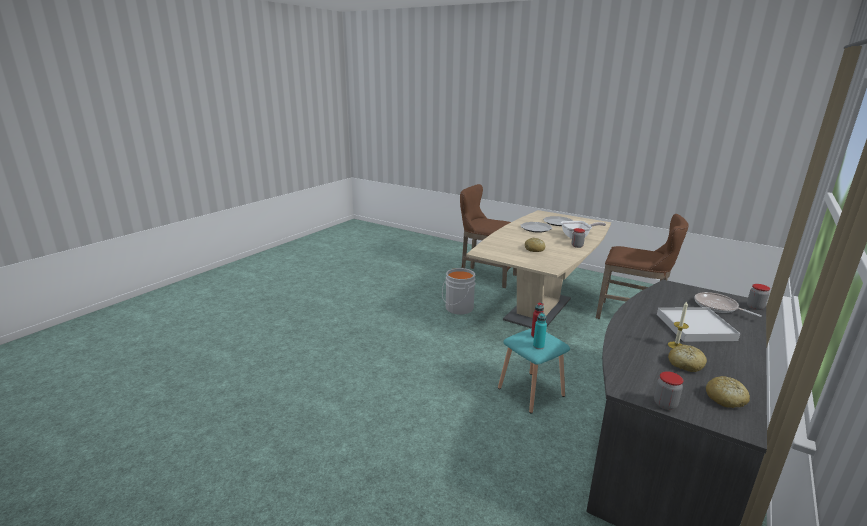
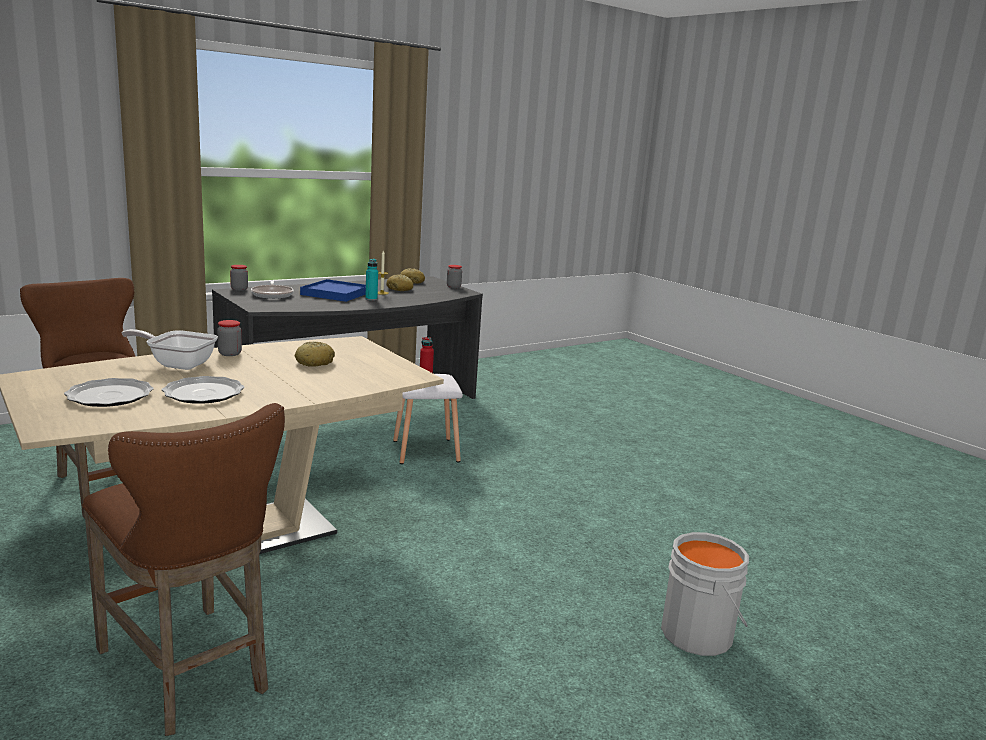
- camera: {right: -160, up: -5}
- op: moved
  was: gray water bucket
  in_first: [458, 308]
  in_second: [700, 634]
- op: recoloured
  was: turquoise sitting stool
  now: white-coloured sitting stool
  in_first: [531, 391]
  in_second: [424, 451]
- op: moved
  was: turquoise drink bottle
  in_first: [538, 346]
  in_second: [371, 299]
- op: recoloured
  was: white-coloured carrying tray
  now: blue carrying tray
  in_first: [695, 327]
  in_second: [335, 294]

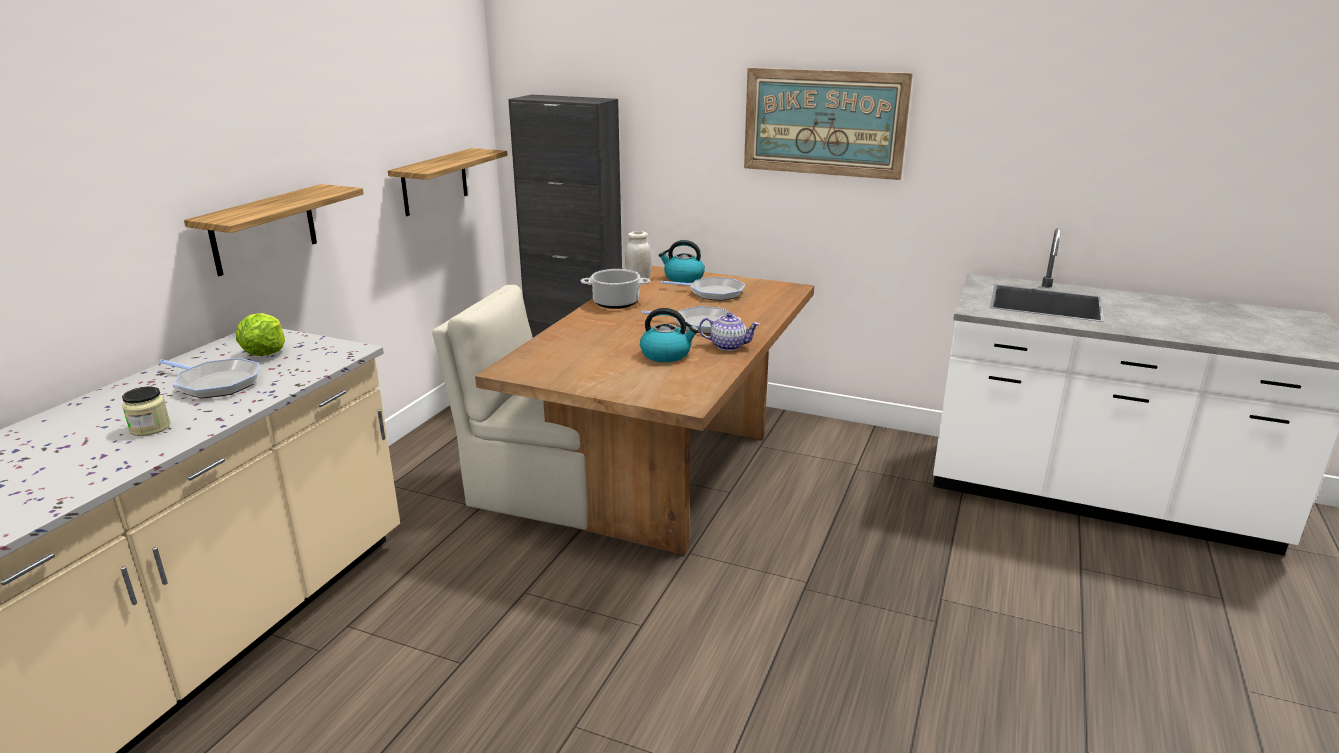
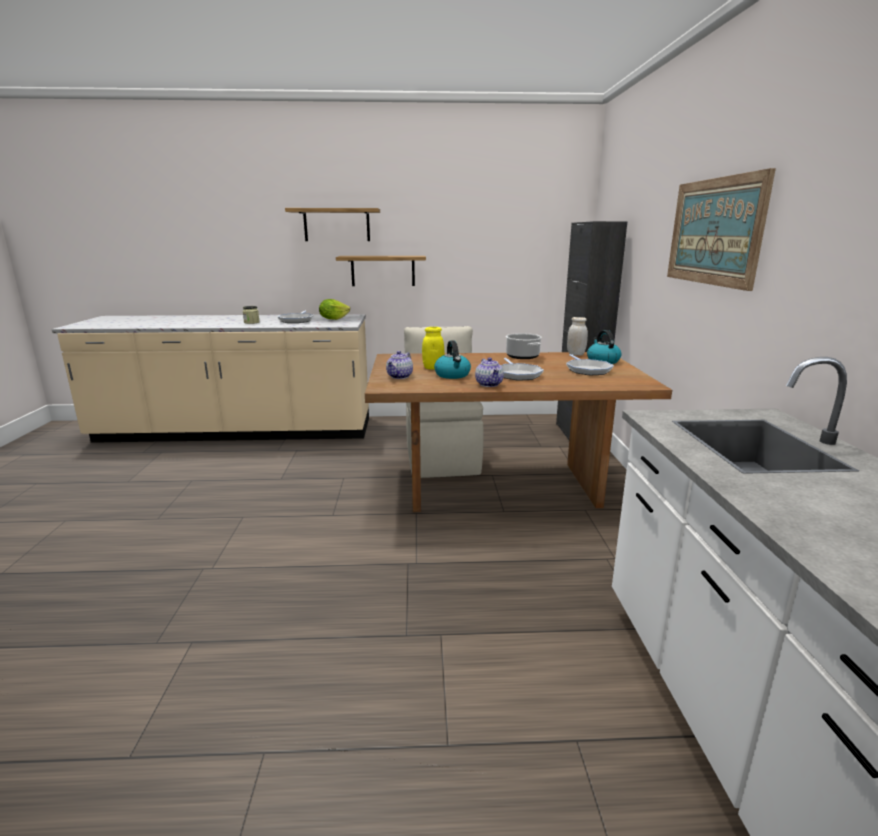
- camera: {right: 65, up: -5}
- op: moved
  was: bracket shelf
  in_first: [434, 182]
  in_second: [336, 225]
- op: added
  now: pot for tea
  in_second: [400, 376]
- op: added
  now: yellow jar
  in_second: [433, 368]

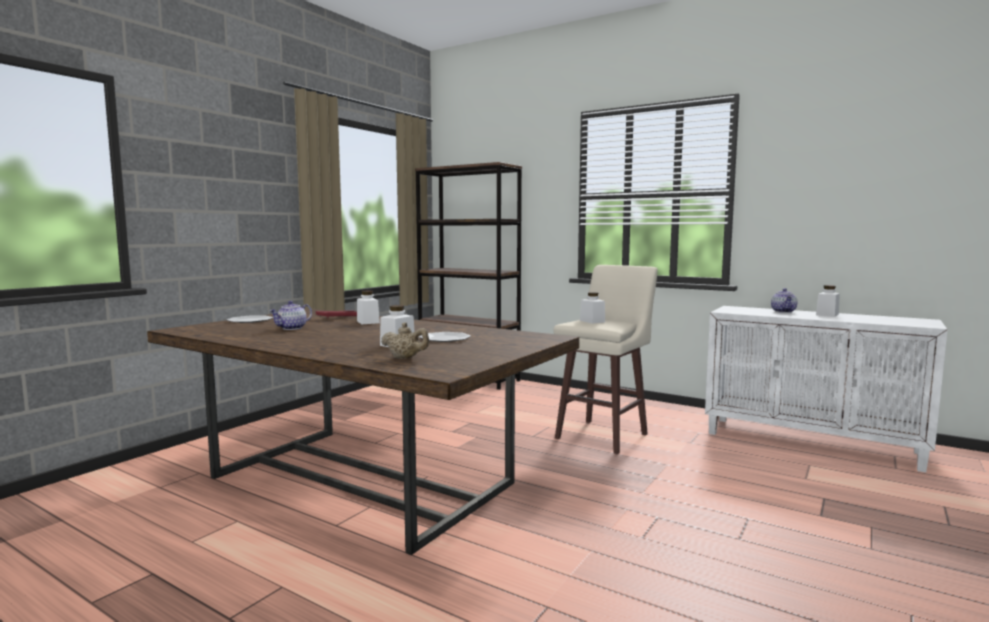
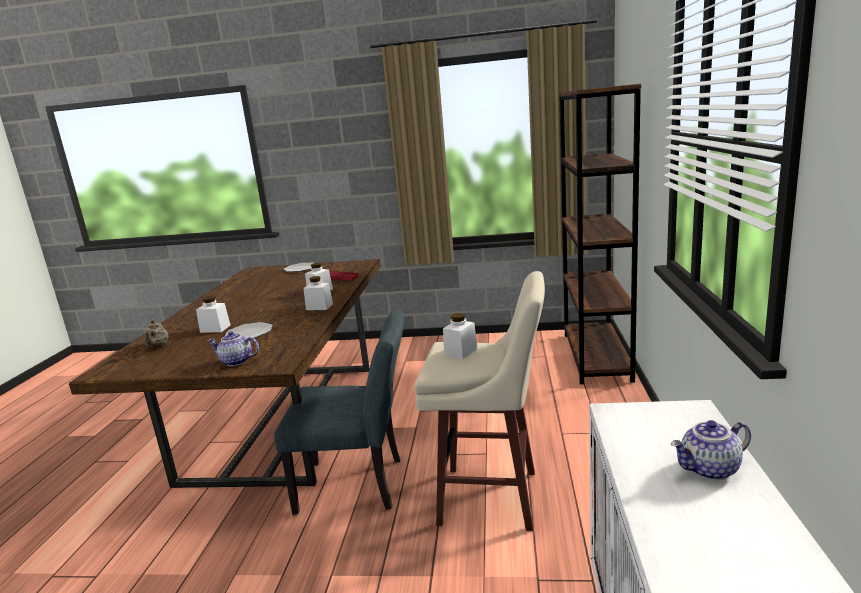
- camera: {right: 65, up: 10}
- op: moved
  was: pot for tea
  in_first: [292, 328]
  in_second: [236, 362]
- op: moved
  was: white-coloured jar
  in_first: [827, 315]
  in_second: [319, 307]
- op: added
  now: gray upright chair
  in_second: [359, 485]

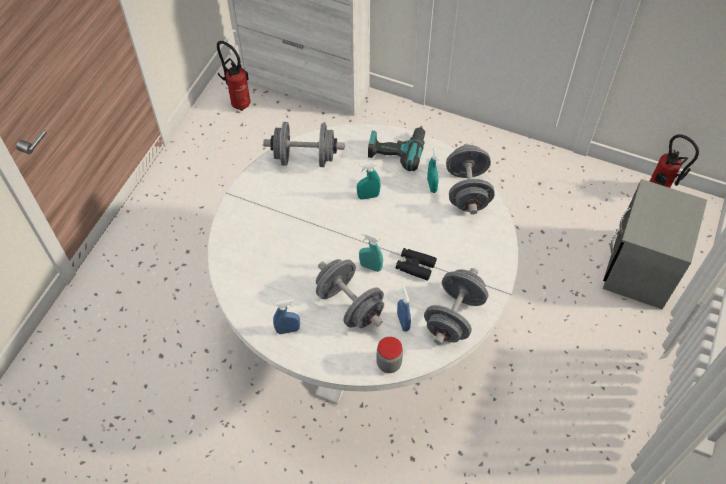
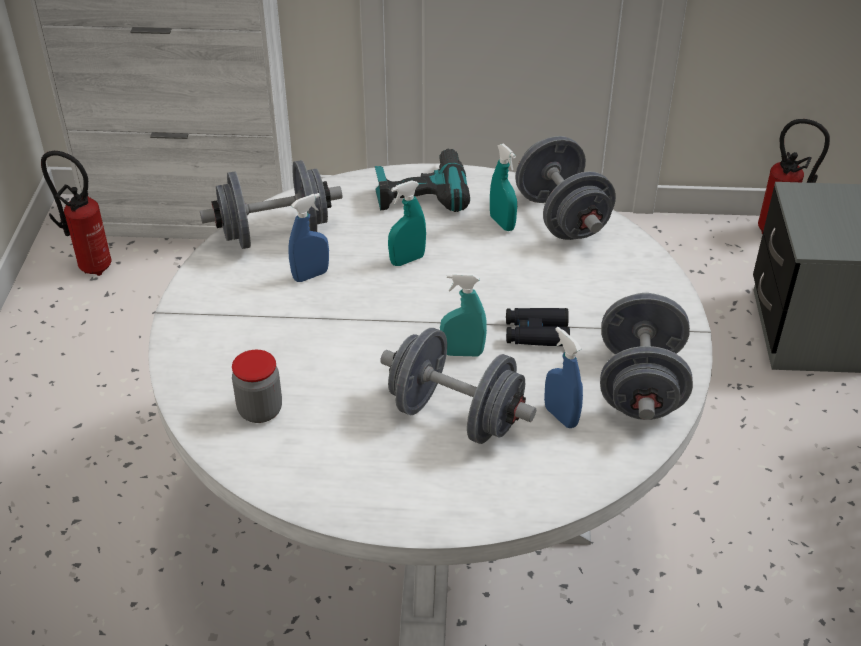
- camera: {right: -20, up: -15}
- op: moved
  was: blue sprayer
  in_first: [288, 330]
  in_second: [311, 275]
- op: moved
  was: jar
  in_first: [389, 363]
  in_second: [260, 410]

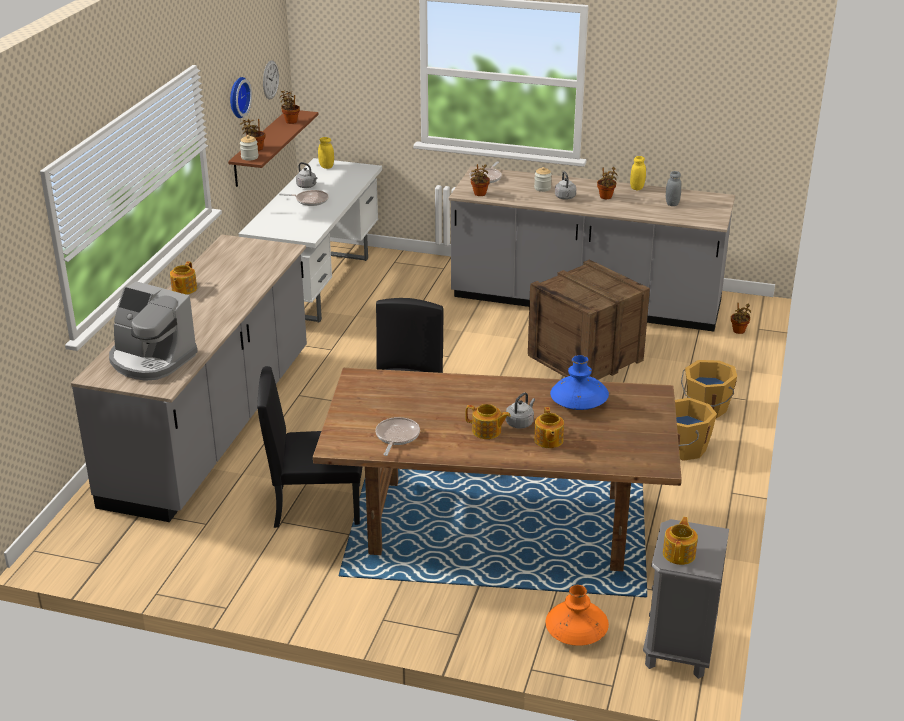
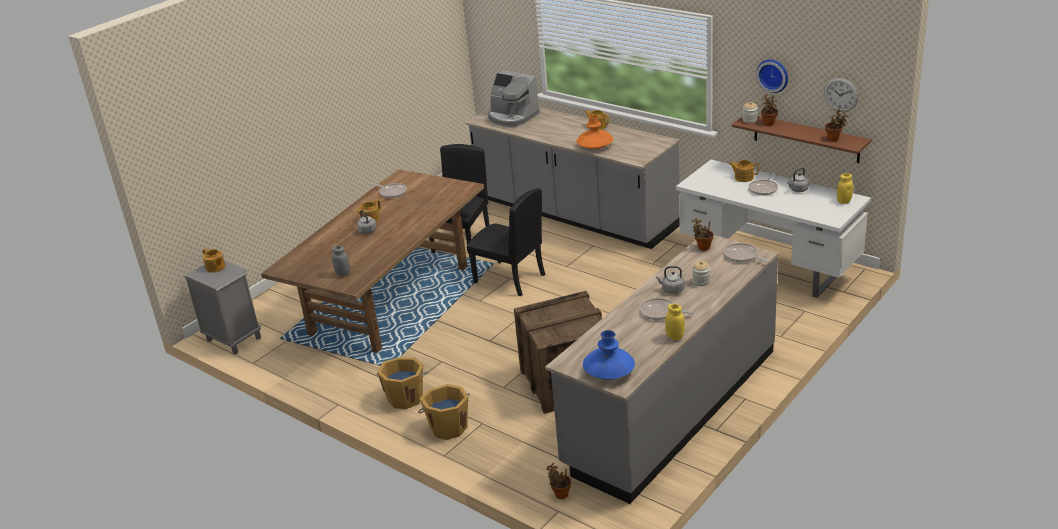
- camera: {right: 115, up: 0}
- op: turned
  was: coffee maker
  in_first: [151, 360]
  in_second: [512, 117]
  clockwise: -105
- op: moved
  was: pot for tea
  in_first: [548, 440]
  in_second: [743, 177]
- op: moved
  was: orange vase
  in_first: [576, 632]
  in_second: [595, 146]
- op: moved
  was: blue vase
  in_first: [578, 403]
  in_second: [609, 372]
- op: replaced
  was: potted plant
  now: frying pan
  in_first: [606, 197]
  in_second: [660, 312]
- op: moved
  was: gray jar
  in_first: [672, 204]
  in_second: [343, 274]

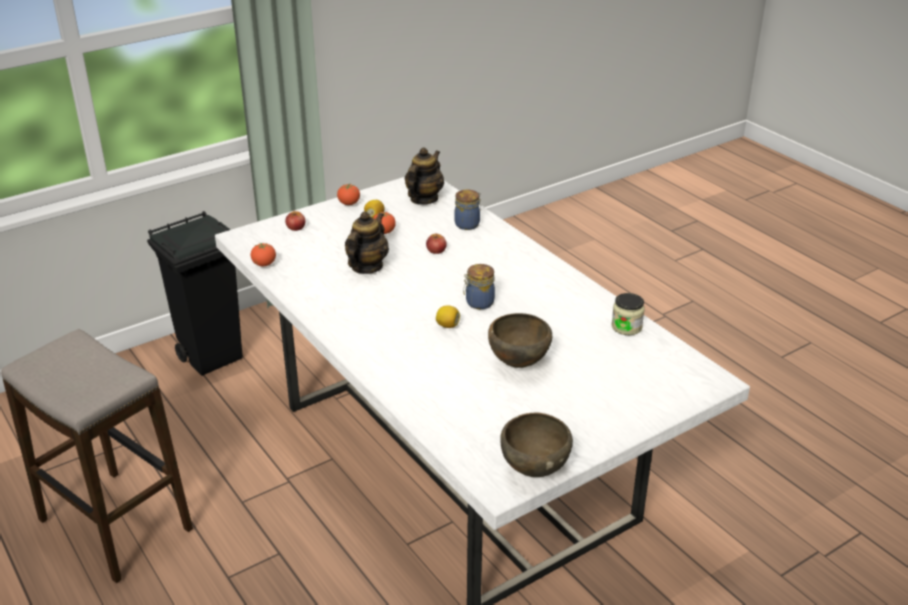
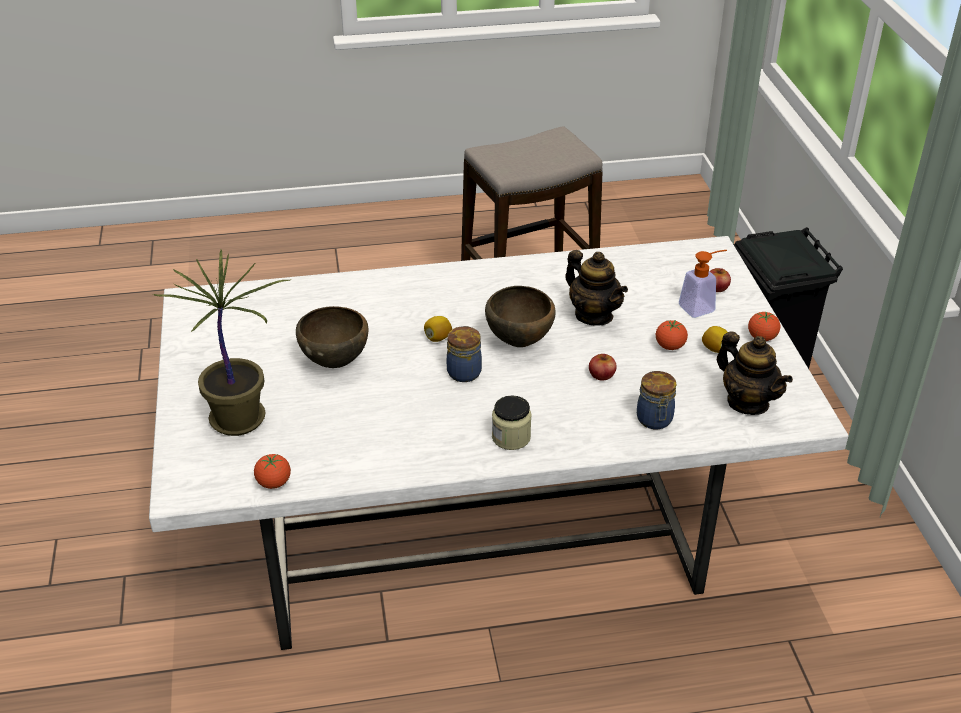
- camera: {right: 115, up: 5}
- op: moved
  was: whole tomato
  in_first: [264, 264]
  in_second: [274, 483]
- op: moved
  was: brown-coloured serving bowl
  in_first: [534, 470]
  in_second: [520, 342]
- op: moved
  was: jar
  in_first: [626, 327]
  in_second: [511, 437]
- op: added
  now: potted plant
  in_second: [240, 420]
- op: added
  now: liquid soap bottle
  in_second: [701, 307]

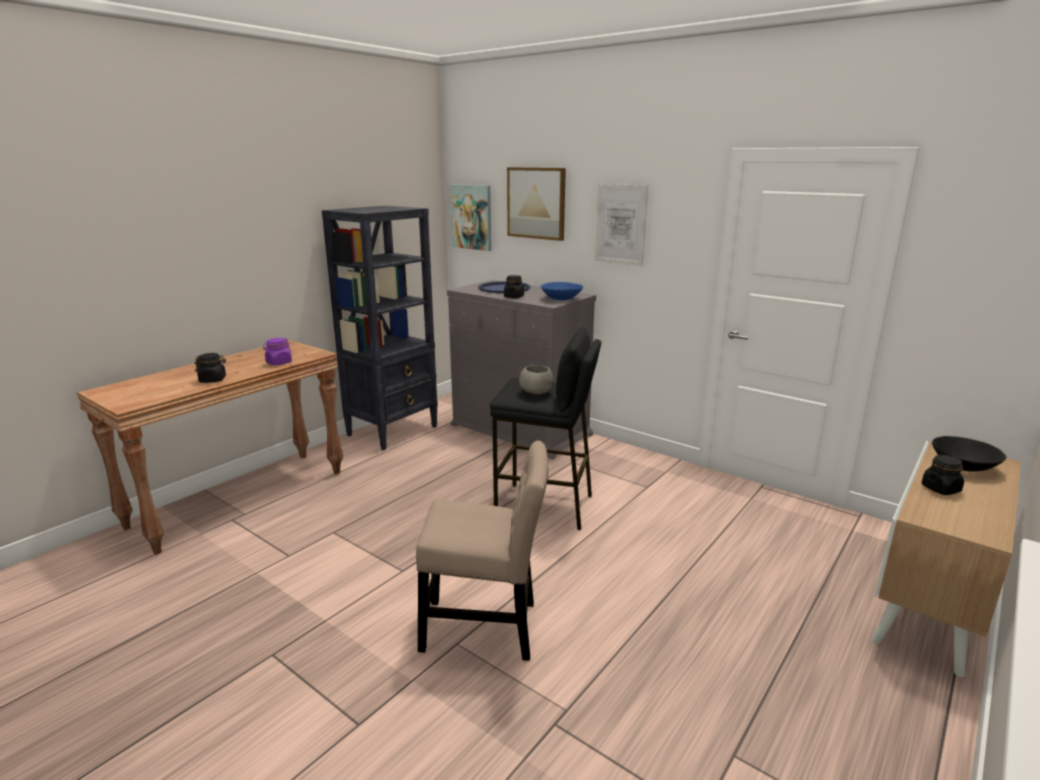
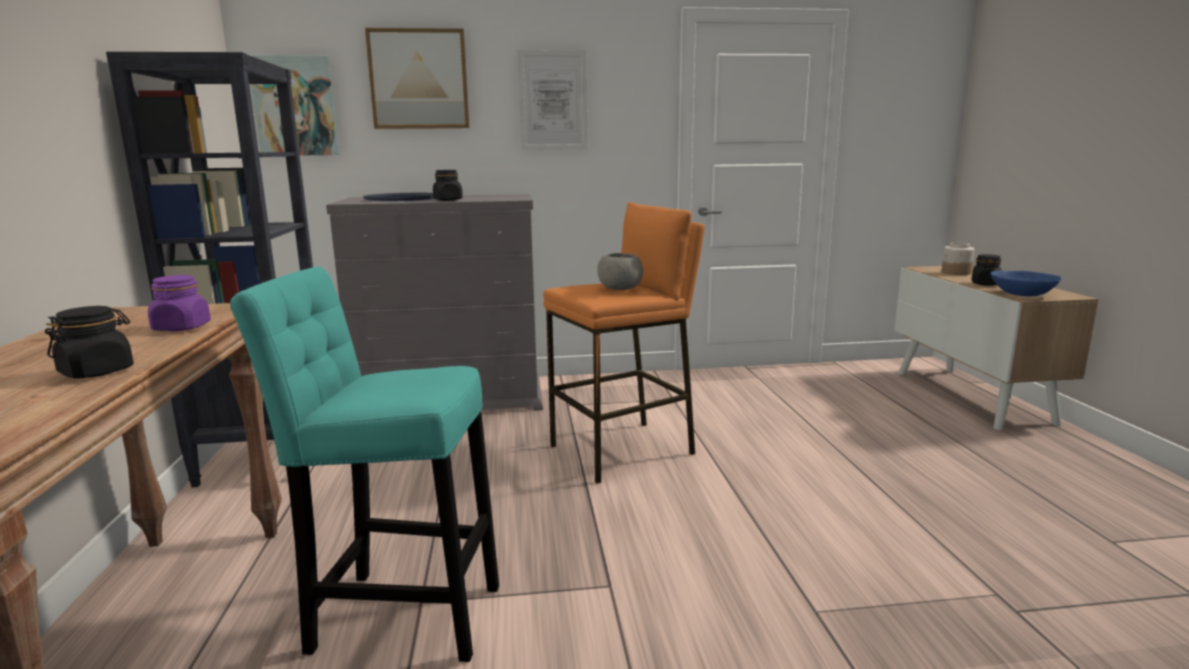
- camera: {right: -45, up: -5}
- op: removed
  was: beige-coloured upright chair
  in_first: [486, 627]
- op: recoloured
  was: black sitting stool
  now: orange sitting stool
  in_first: [545, 506]
  in_second: [623, 450]
- op: moved
  was: blue serving bowl
  in_first: [561, 299]
  in_second: [1022, 294]
- op: replaced
  was: black serving bowl
  now: jar
  in_first: [963, 466]
  in_second: [956, 272]
- op: added
  now: turquoise sitting stool
  in_second: [397, 615]

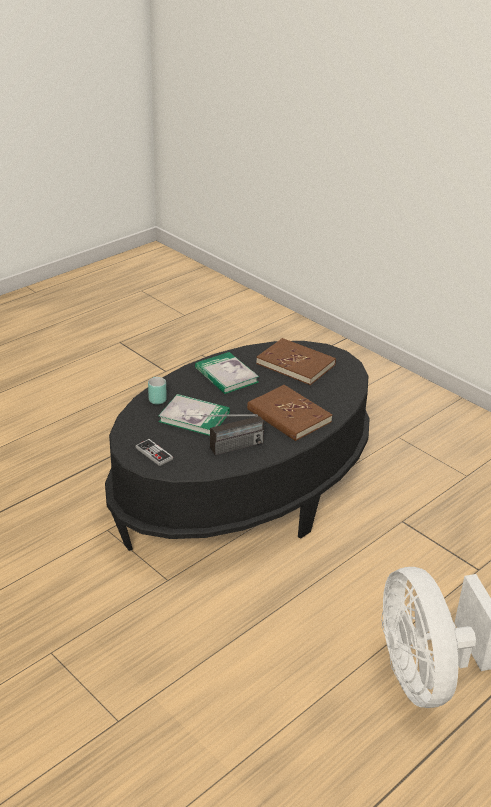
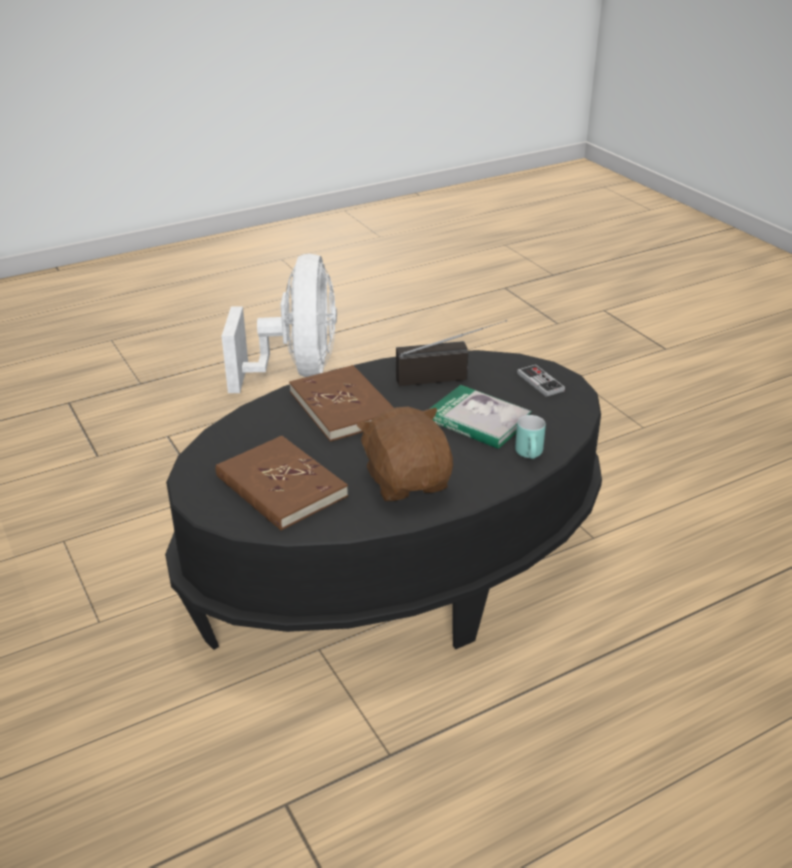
- camera: {right: -165, up: 0}
- op: replaced
  was: book
  now: brown-coloured soft toy
  in_first: [226, 375]
  in_second: [407, 481]

